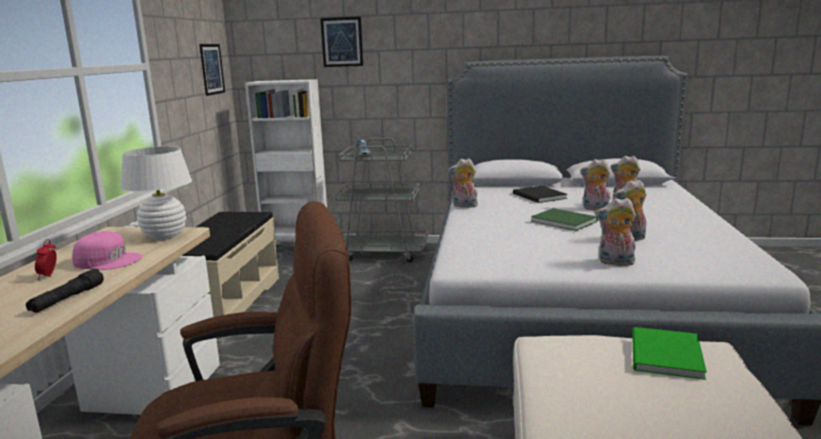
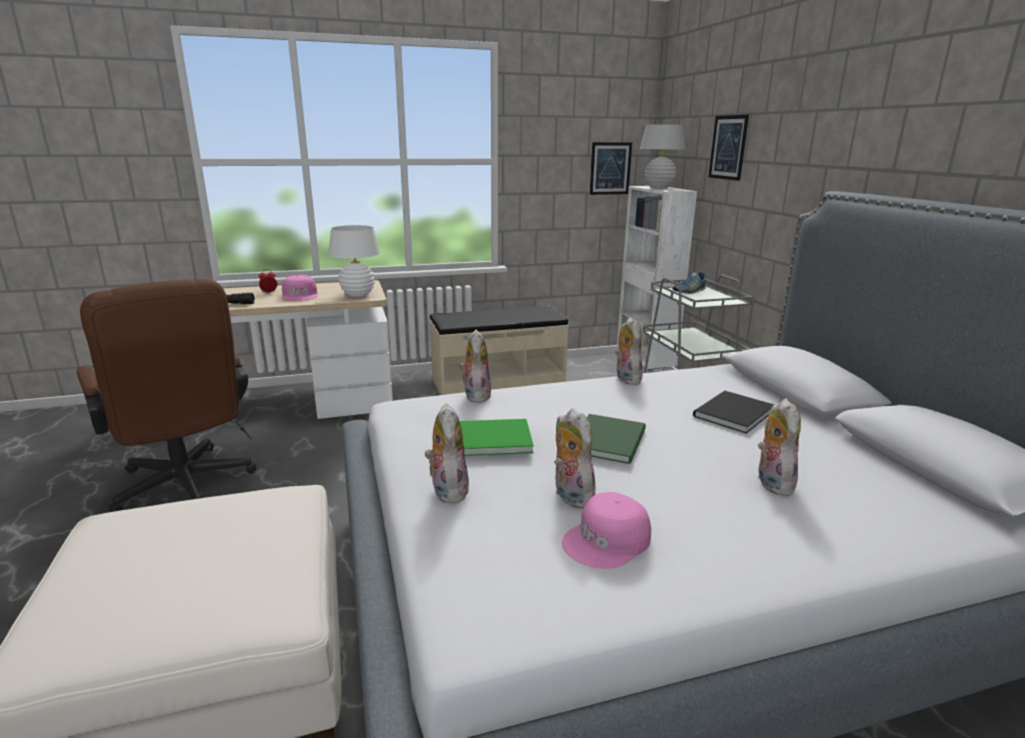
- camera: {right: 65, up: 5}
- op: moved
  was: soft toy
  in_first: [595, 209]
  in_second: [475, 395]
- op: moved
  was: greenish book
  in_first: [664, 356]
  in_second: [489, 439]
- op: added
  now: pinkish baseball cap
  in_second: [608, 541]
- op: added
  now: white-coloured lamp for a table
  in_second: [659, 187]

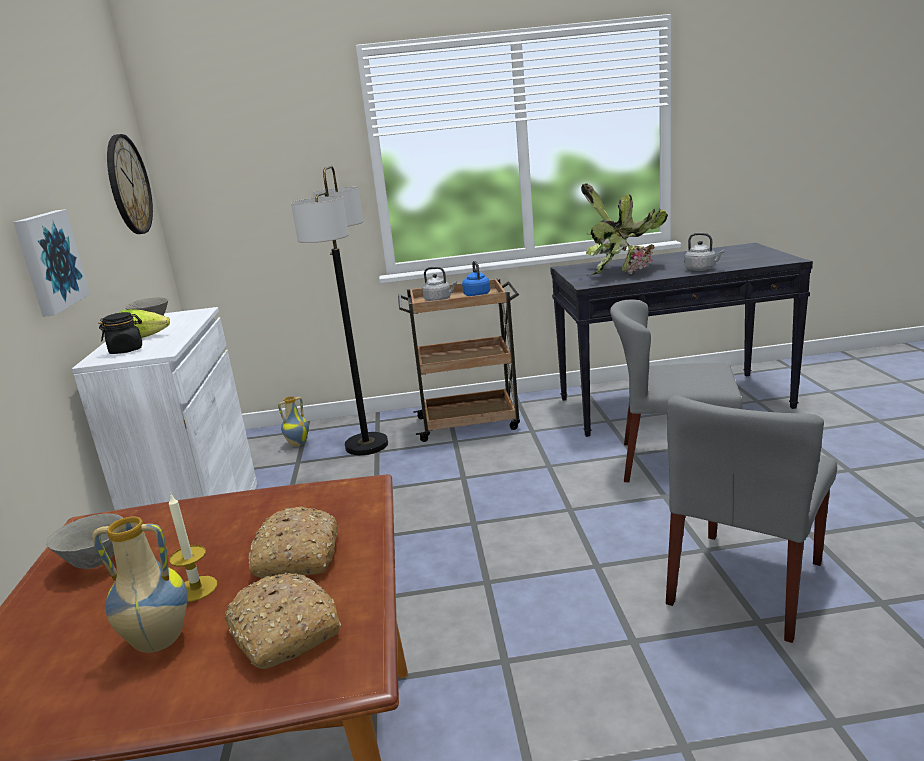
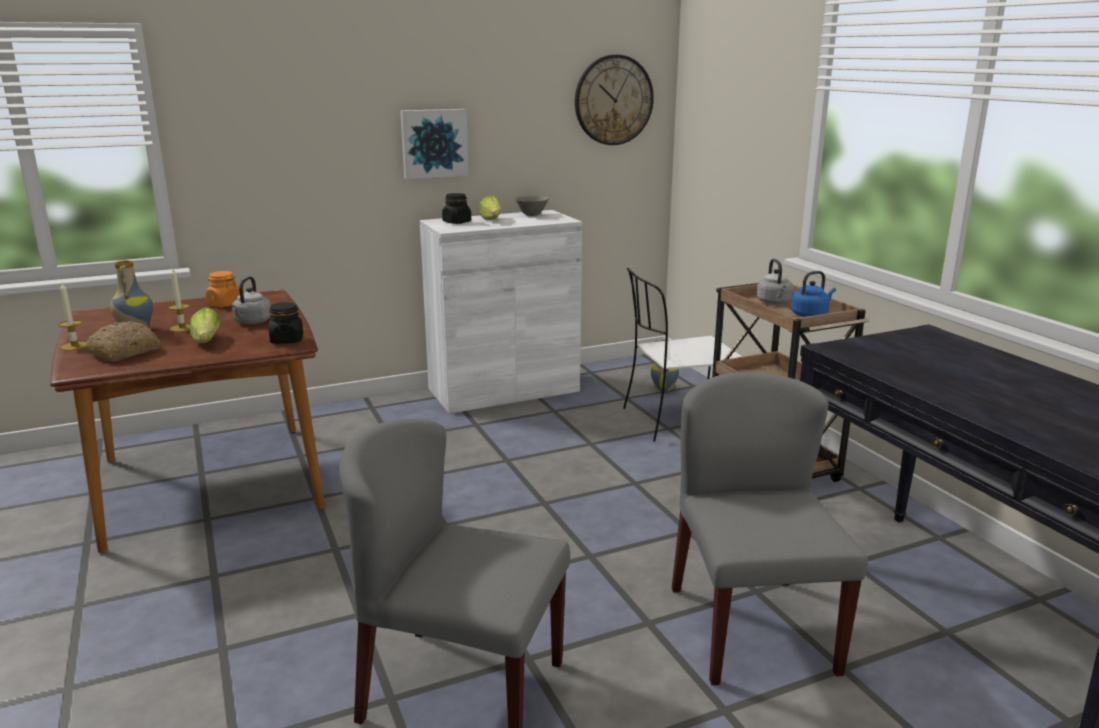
- camera: {right: 70, up: 0}
- op: replaced
  was: gray serving bowl
  now: orange jar
  in_first: [96, 561]
  in_second: [224, 304]
- op: replaced
  was: baked bread
  now: lettuce head
  in_first: [297, 555]
  in_second: [206, 342]
- op: replaced
  was: standing lamp
  now: white-coloured upright chair
  in_first: [366, 445]
  in_second: [678, 420]
- op: removed
  was: potted plant
  in_first: [623, 271]
- op: moved
  was: gray kettle
  in_first: [701, 269]
  in_second: [252, 322]
- op: added
  now: candle
  in_second: [75, 346]
- op: added
  now: black jar
  in_second: [287, 340]

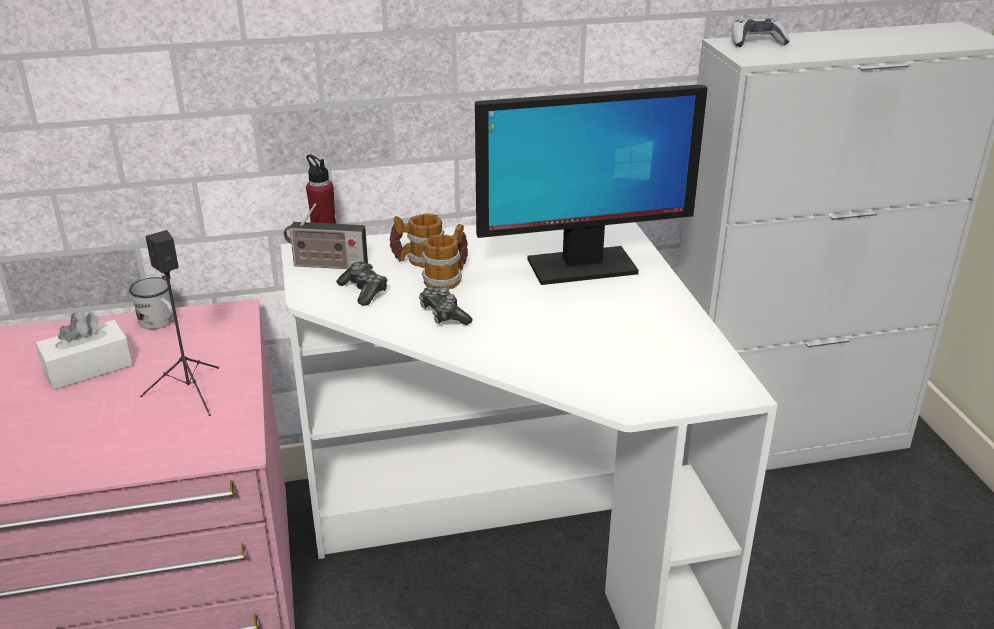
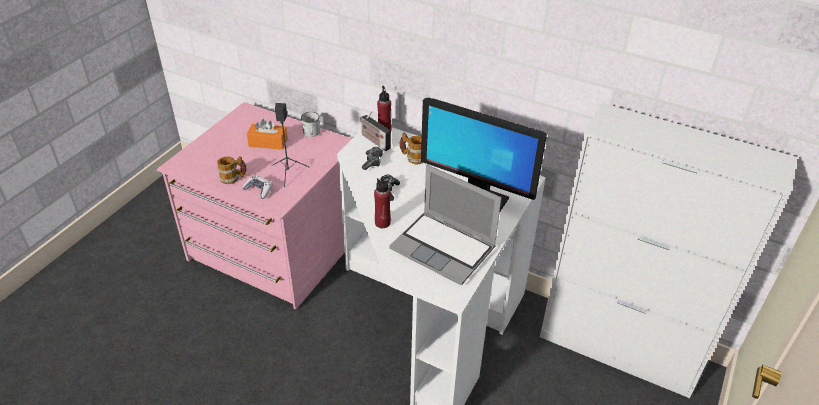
- camera: {right: 40, up: 10}
- op: recoloured
  was: white-coloured tissue holder
  now: orange tissue holder
  in_first: [88, 368]
  in_second: [268, 142]
- op: moved
  was: tea mug
  in_first: [447, 278]
  in_second: [233, 178]
- op: moved
  was: game controller
  in_first: [756, 42]
  in_second: [259, 190]
- op: added
  now: reddish drink bottle
  in_second: [382, 223]
- op: added
  now: notebook computer
  in_second: [444, 248]

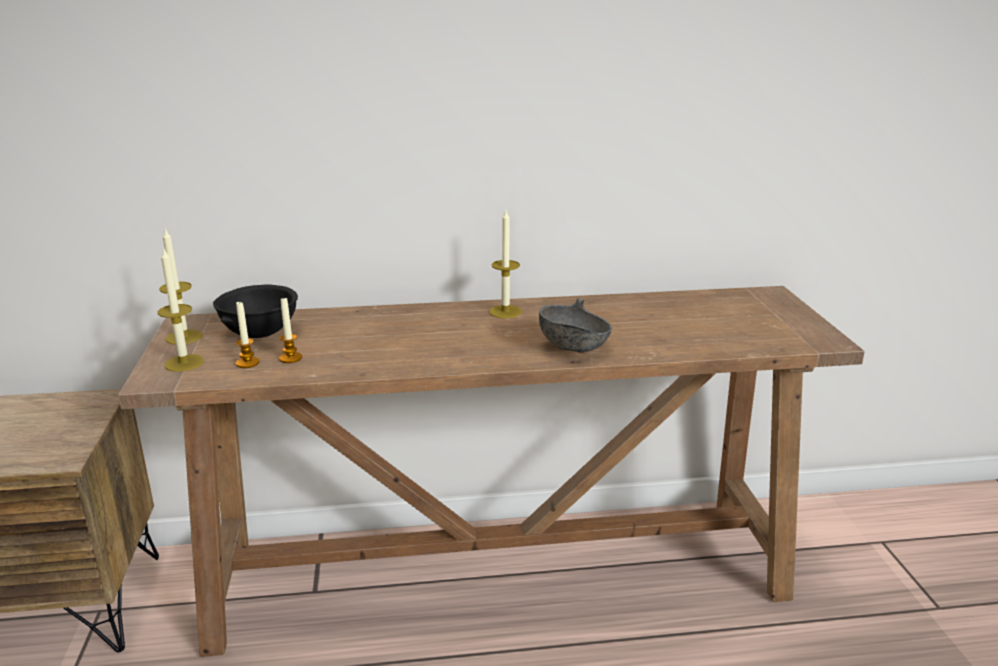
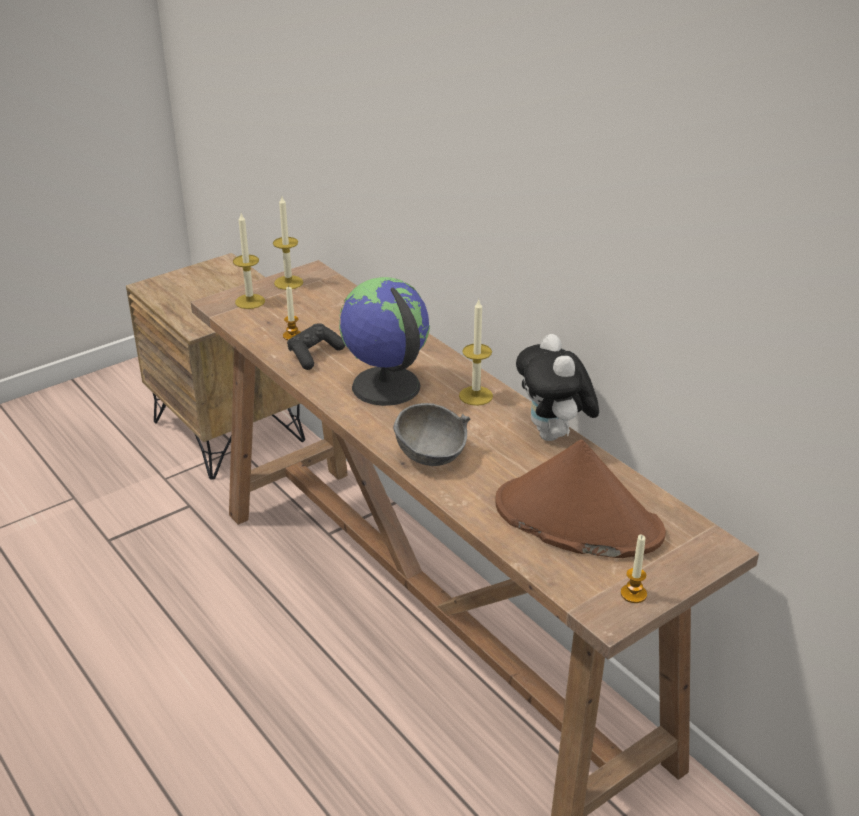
- camera: {right: 60, up: 10}
- op: removed
  was: black serving bowl
  in_first: [259, 334]
- op: moved
  was: candle
  in_first: [247, 363]
  in_second: [633, 594]
- op: added
  now: black game controller
  in_second: [314, 355]
- op: added
  now: globe
  in_second: [385, 387]
- op: added
  now: brown-coloured hat
  in_second: [577, 519]
- op: added
  now: soft toy
  in_second: [554, 436]

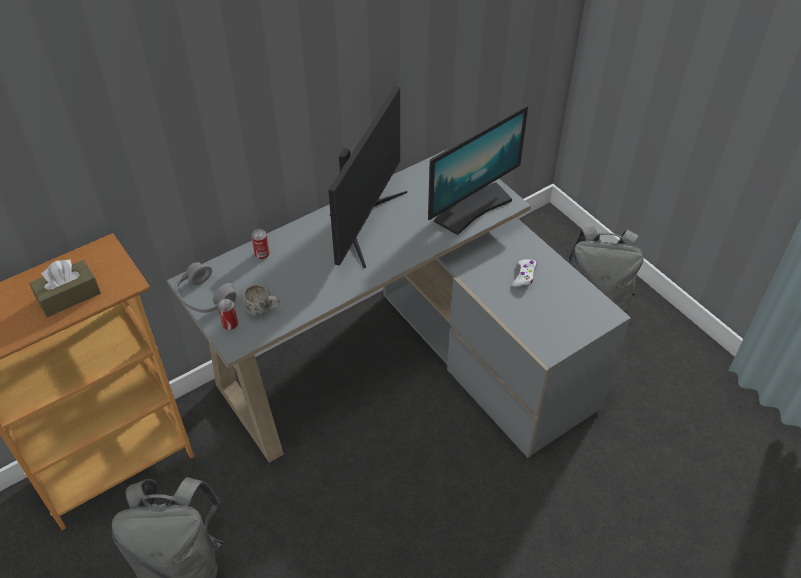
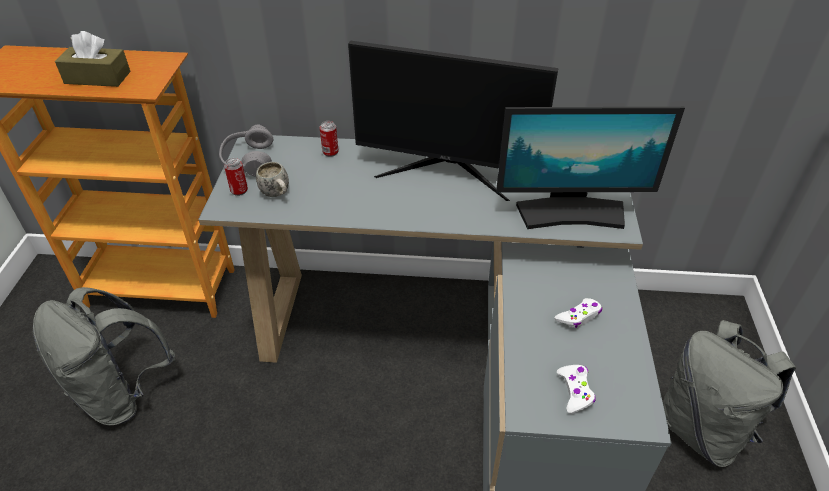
- camera: {right: 40, up: -5}
- op: turned
  was: monitor
  in_first: [363, 221]
  in_second: [447, 171]
  clockwise: 45
- op: added
  now: white-coloured game controller
  in_second: [575, 391]

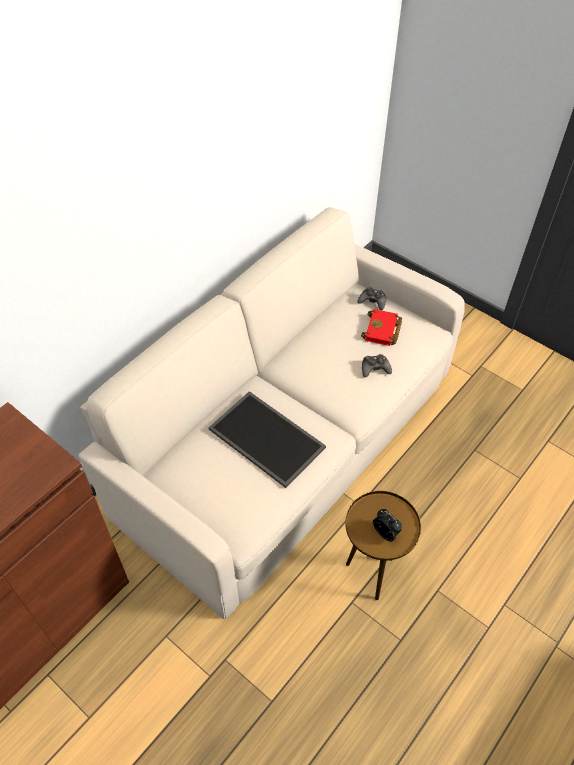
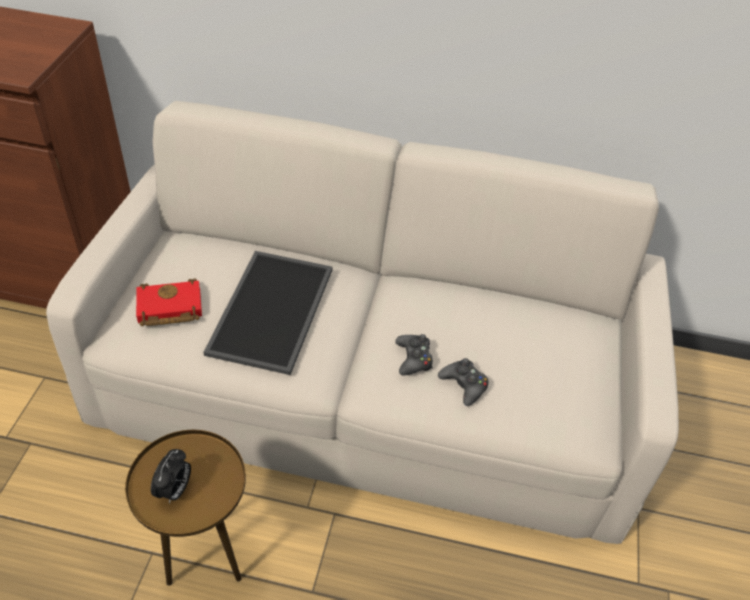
- camera: {right: 60, up: -5}
- op: moved
  was: black game controller
  in_first: [372, 301]
  in_second: [413, 358]
- op: moved
  was: reddish book
  in_first: [382, 331]
  in_second: [168, 308]

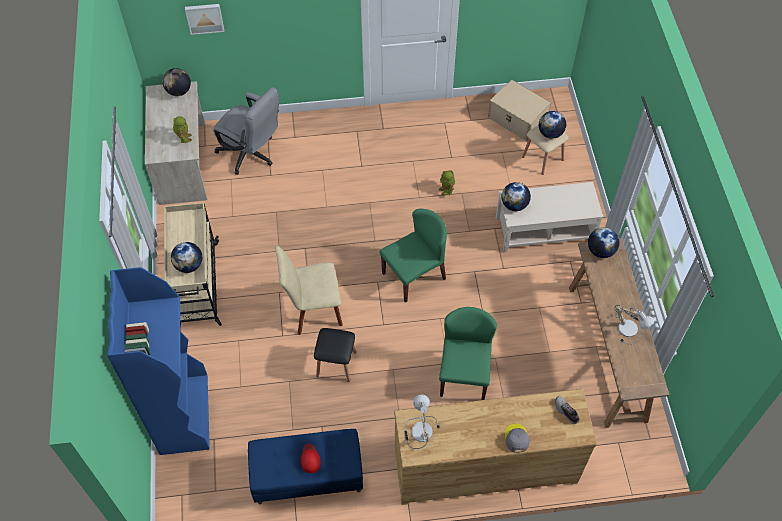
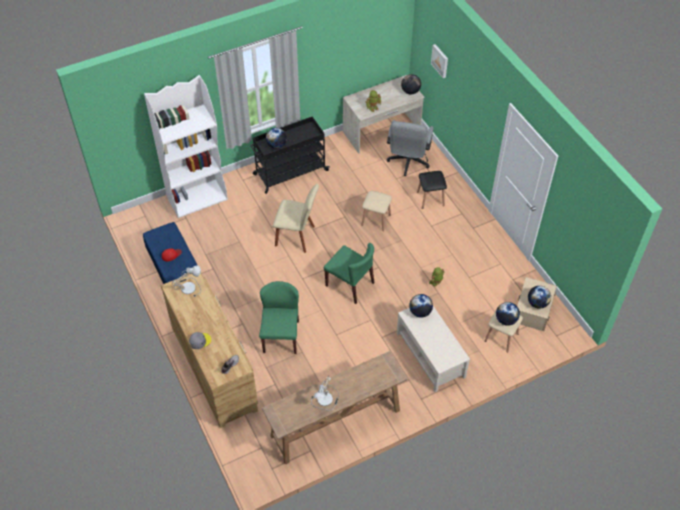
- camera: {right: 70, up: -5}
- op: recoloured
  was: blue bookcase
  now: white-coloured bookcase
  in_first: [183, 413]
  in_second: [197, 198]
- op: recoloured
  was: beige-coloured trolley
  now: black trolley
  in_first: [198, 286]
  in_second: [290, 172]
- op: turned
  was: beige-coloured upright chair
  in_first: [313, 310]
  in_second: [297, 237]
  clockwise: 135
- op: moved
  was: black sitting stool
  in_first: [336, 364]
  in_second: [430, 198]
- op: turned
  was: greenish upright chair
  in_first: [463, 374]
  in_second: [281, 336]
  clockwise: -75
- op: moved
  was: globe
  in_first: [601, 251]
  in_second: [537, 303]
- op: added
  now: beige-coloured sitting stool
  in_second: [376, 219]

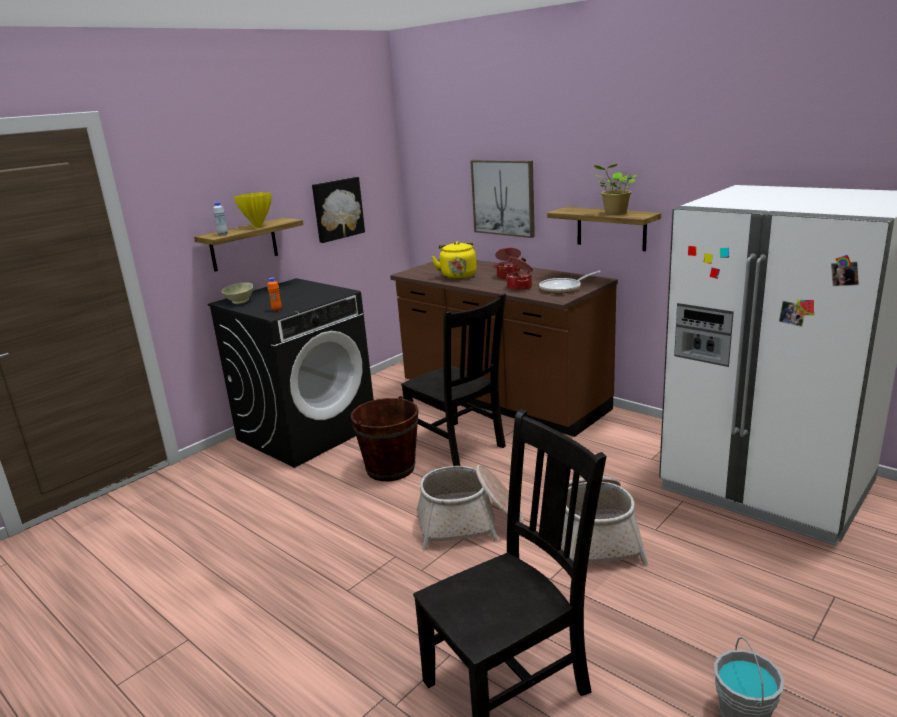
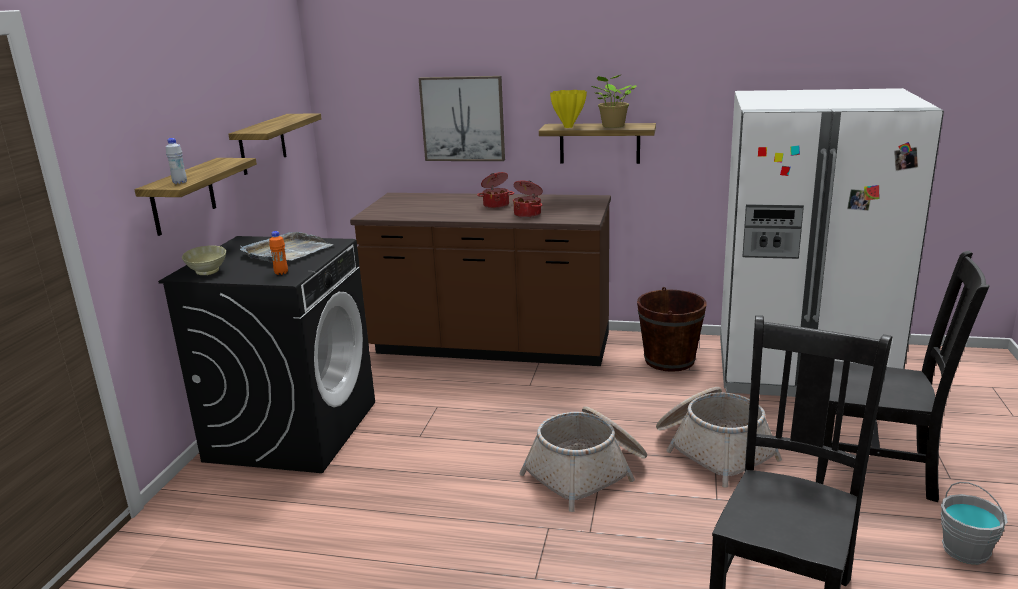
- camera: {right: -30, up: 0}
- op: moved
  was: yellow vase
  in_first: [258, 226]
  in_second: [569, 127]
- op: replaced
  was: wall picture
  now: bracket shelf
  in_first: [337, 209]
  in_second: [262, 144]
- op: moved
  was: brown-coloured water bucket
  in_first: [390, 468]
  in_second: [669, 360]
- op: moved
  was: black upright chair
  in_first: [458, 446]
  in_second: [878, 468]
- op: removed
  was: yellow kettle
  in_first: [458, 275]
- op: removed
  was: frying pan
  in_first: [563, 288]
- op: added
  now: gray carrying tray
  in_second: [286, 252]

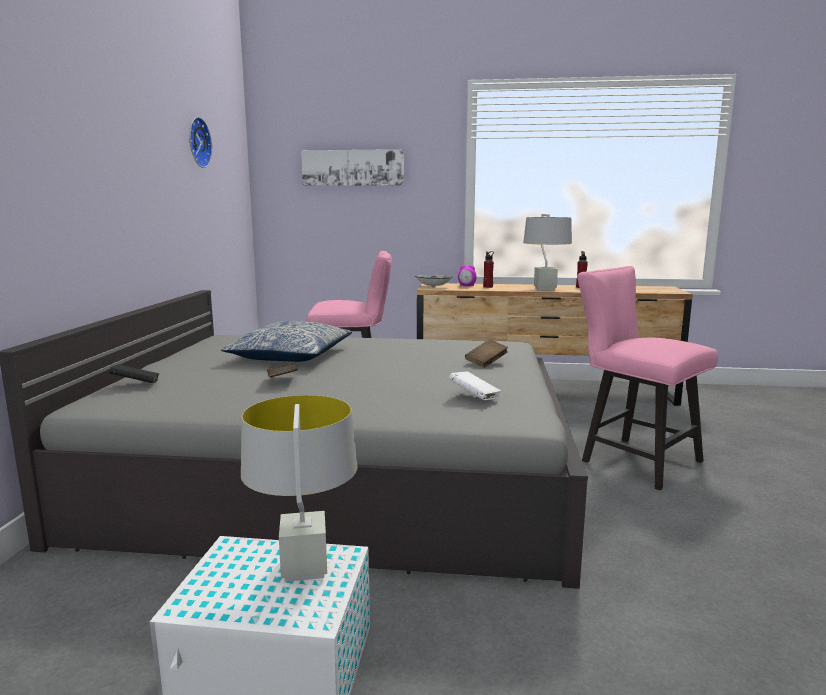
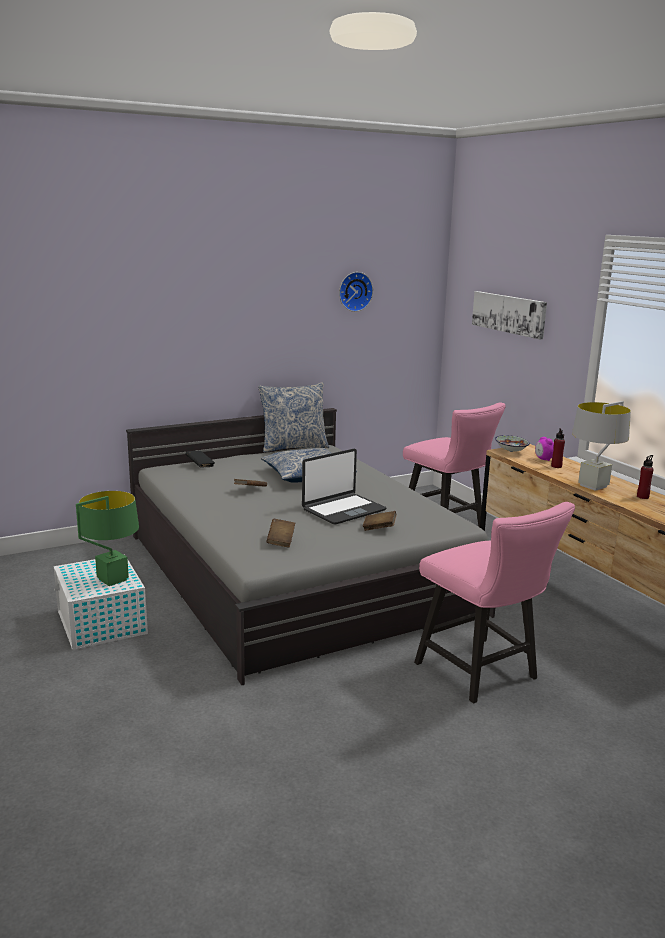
- camera: {right: 55, up: 5}
- op: recoloured
  was: gray lamp for a table
  now: greenish lamp for a table
  in_first: [304, 569]
  in_second: [112, 580]
- op: recoloured
  was: white-coloured book
  now: brown-coloured book
  in_first: [474, 397]
  in_second: [281, 541]
- op: turned
  was: pinkish upright chair
  in_first: [633, 459]
  in_second: [482, 674]
  clockwise: 135
- op: added
  now: throw pillow
  in_second: [293, 447]
- op: added
  now: notebook computer
  in_second: [343, 510]

